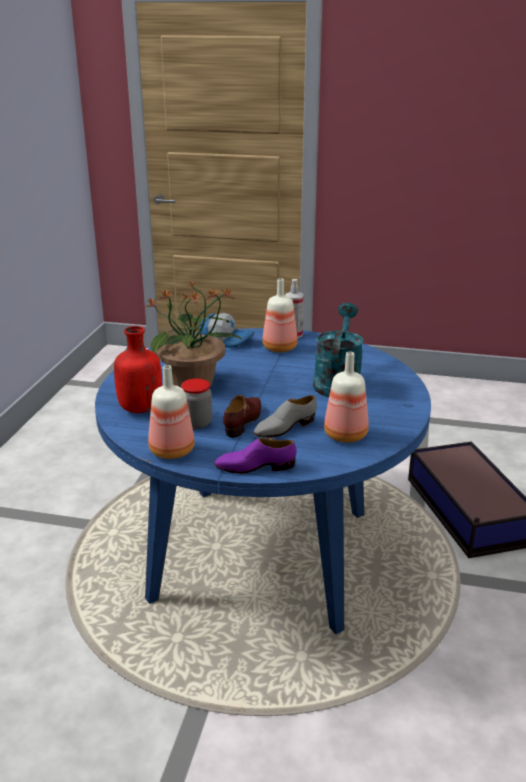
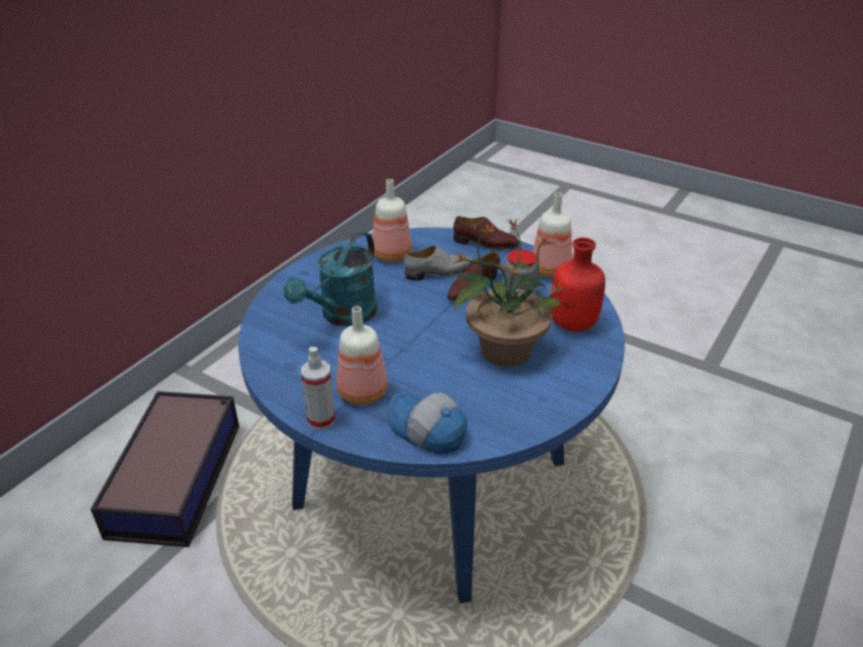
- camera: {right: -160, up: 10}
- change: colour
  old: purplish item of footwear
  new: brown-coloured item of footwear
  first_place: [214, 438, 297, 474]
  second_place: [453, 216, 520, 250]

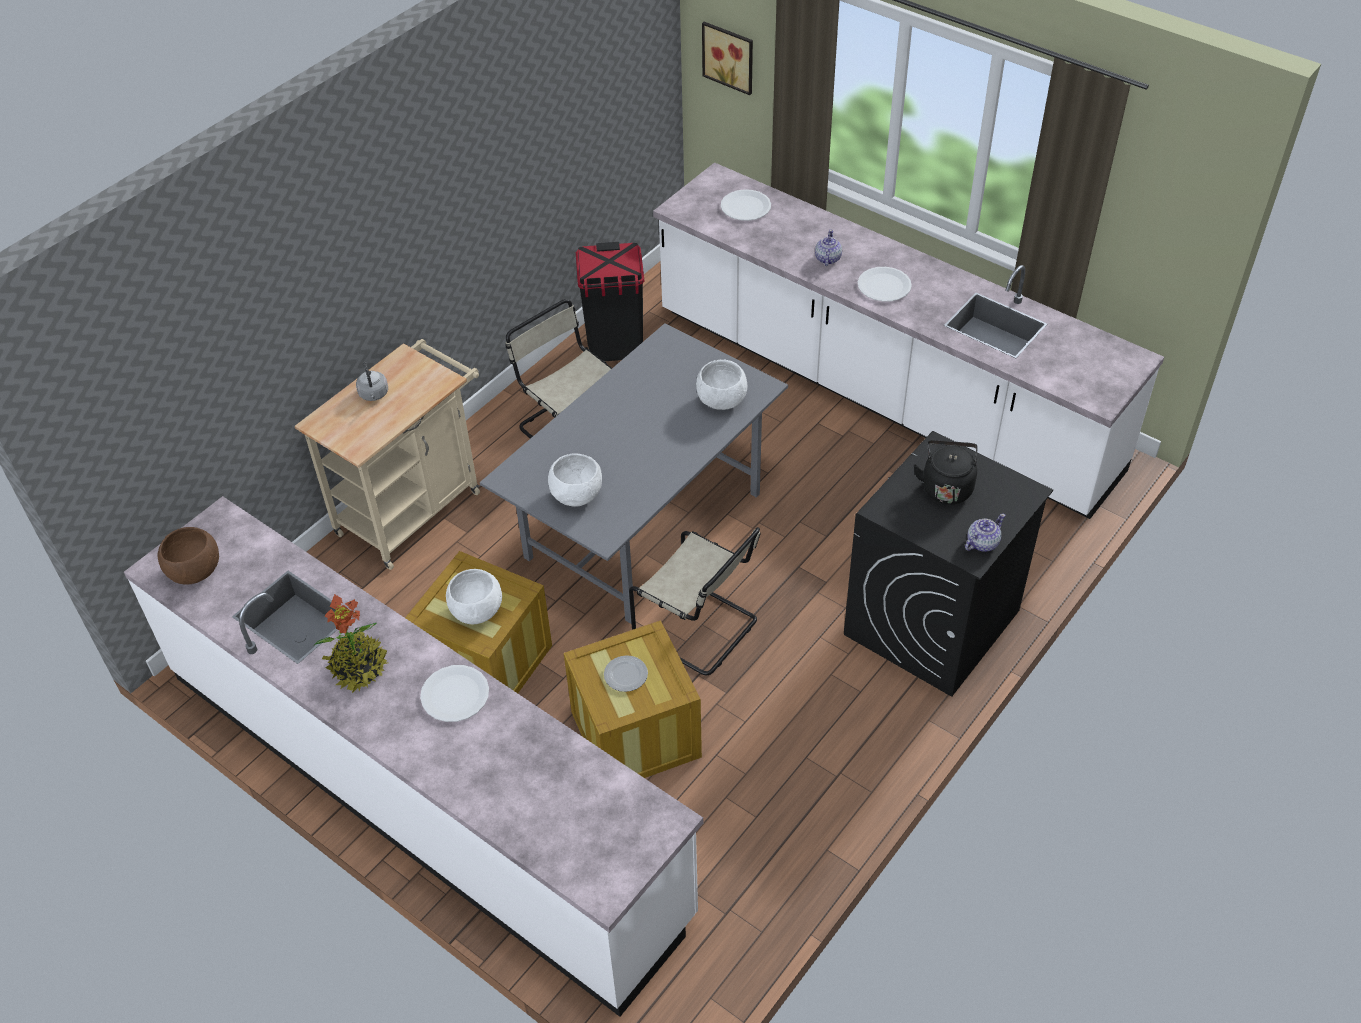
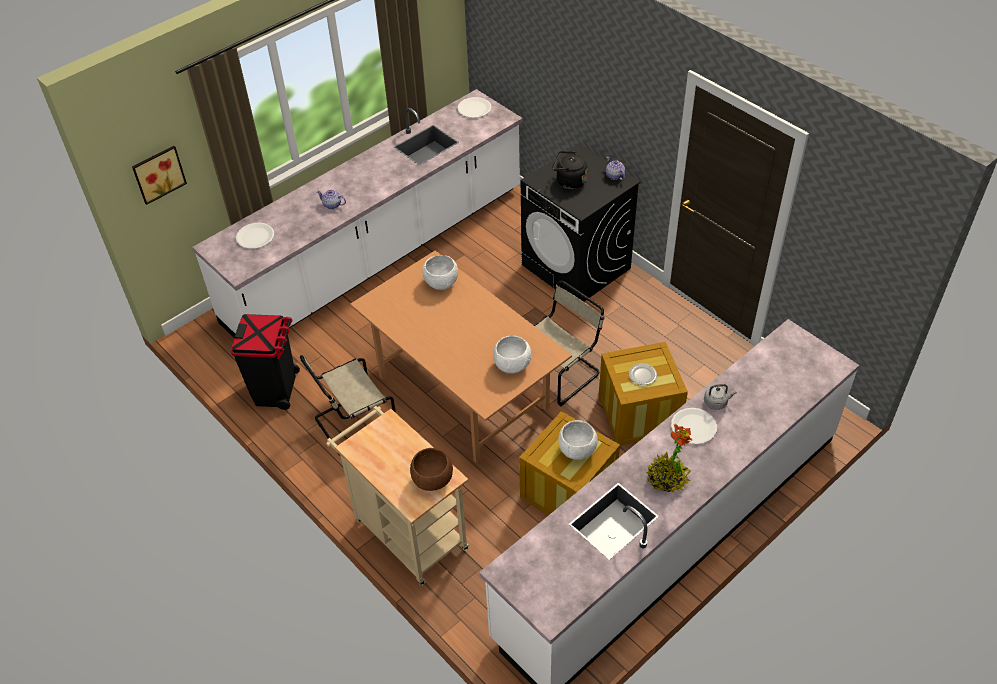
- camera: {right: -80, up: 0}
- change: colour
  old: grey kitchen table
  new: brown-coloured kitchen table
  first_place: [480, 323, 788, 624]
  second_place: [350, 250, 572, 463]
- change: relocated
  old: brown-coloured bowl
  first_place: [157, 527, 219, 585]
  second_place: [410, 448, 453, 491]
- change: relocated
  old: white-coloured dinner plate
  first_place: [857, 267, 912, 302]
  second_place: [458, 97, 491, 118]
- change: relocated
  old: grey water kettle
  first_place: [356, 361, 388, 401]
  second_place: [704, 384, 737, 410]

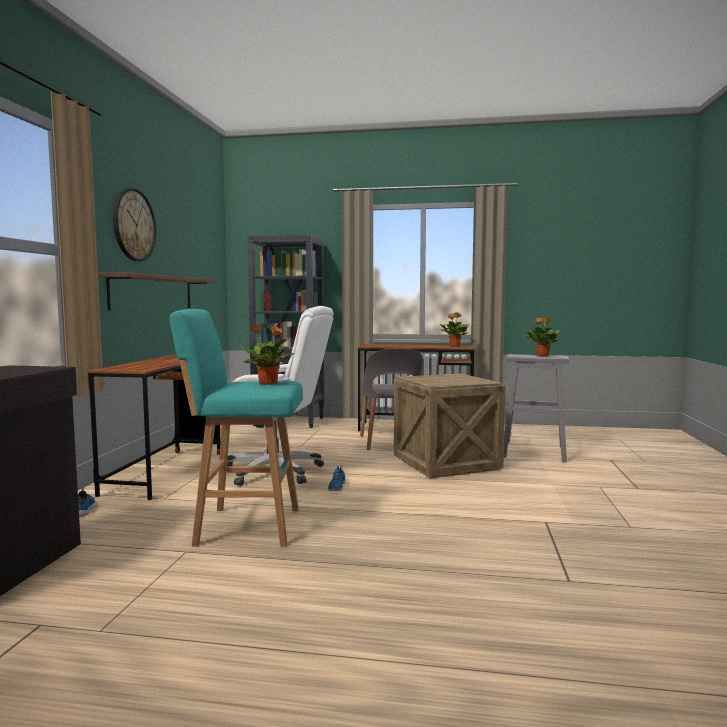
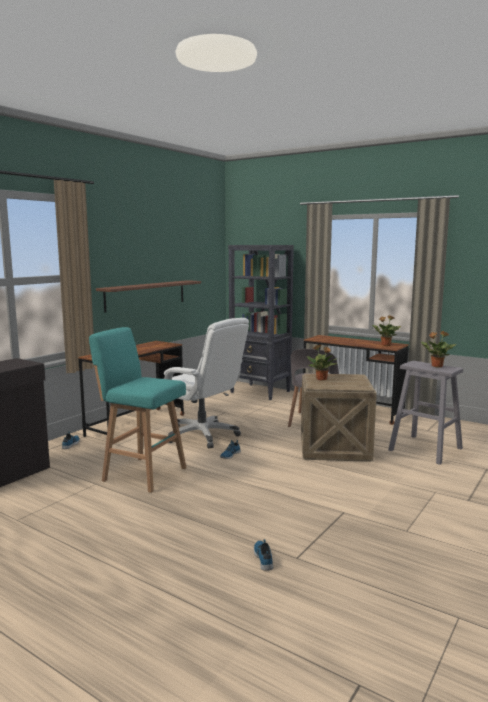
- camera: {right: 25, up: 5}
- change: appeared
  new: item of footwear
  second_place: [254, 539, 273, 571]
- change: relocated
  old: plant in a pot
  first_place: [240, 324, 295, 385]
  second_place: [307, 344, 338, 380]
- change: missing
  old: wall clock
  first_place: [113, 188, 156, 261]

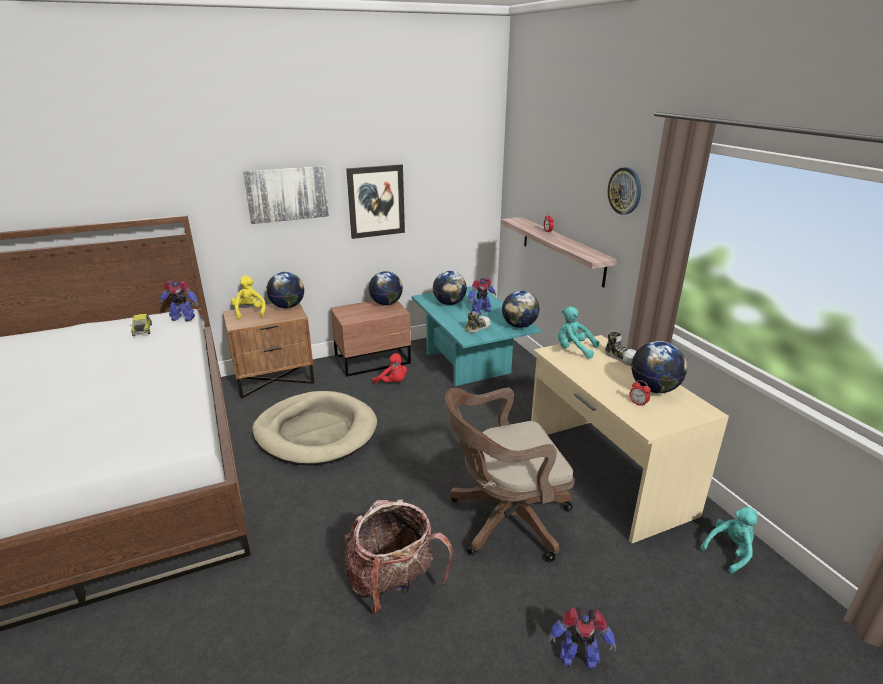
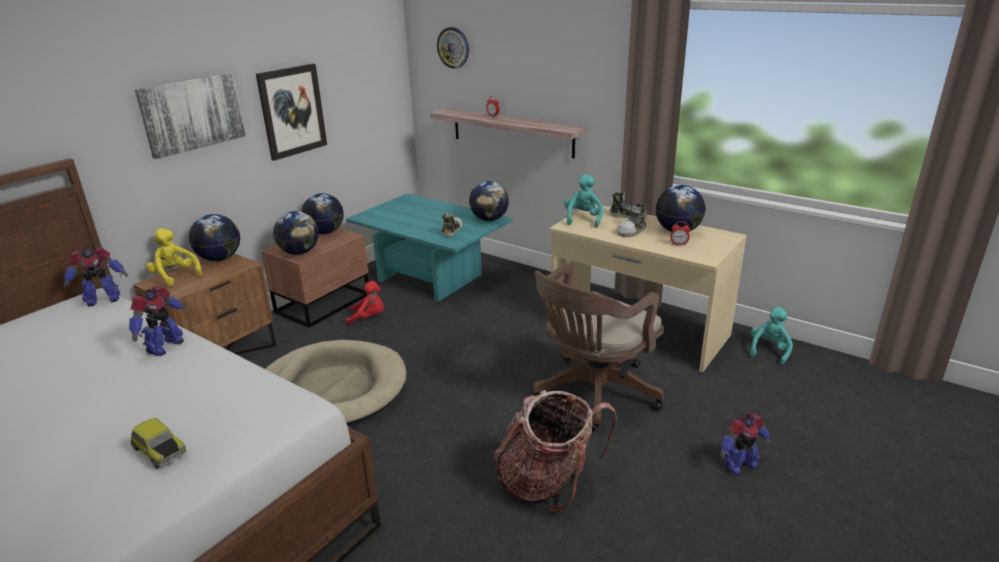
- camera: {right: -30, up: 0}
- change: relocated
  old: model robot
  first_place: [468, 278, 497, 315]
  second_place: [129, 286, 188, 356]
- change: relocated
  old: model car
  first_place: [130, 314, 152, 336]
  second_place: [130, 418, 186, 469]
- change: relocated
  old: globe
  first_place: [433, 271, 467, 305]
  second_place: [273, 211, 319, 255]
- change: relocated
  old: wall clock
  first_place: [608, 167, 641, 215]
  second_place: [437, 27, 469, 69]
- change: spun
  old: turquoise soft toy
  first_place: [558, 307, 599, 358]
  second_place: [564, 174, 603, 228]
  degrees: 105
- change: appeared
  new: item of footwear
  second_place: [617, 204, 646, 237]

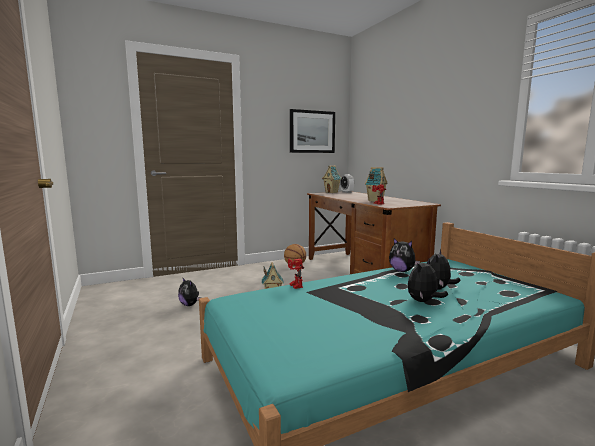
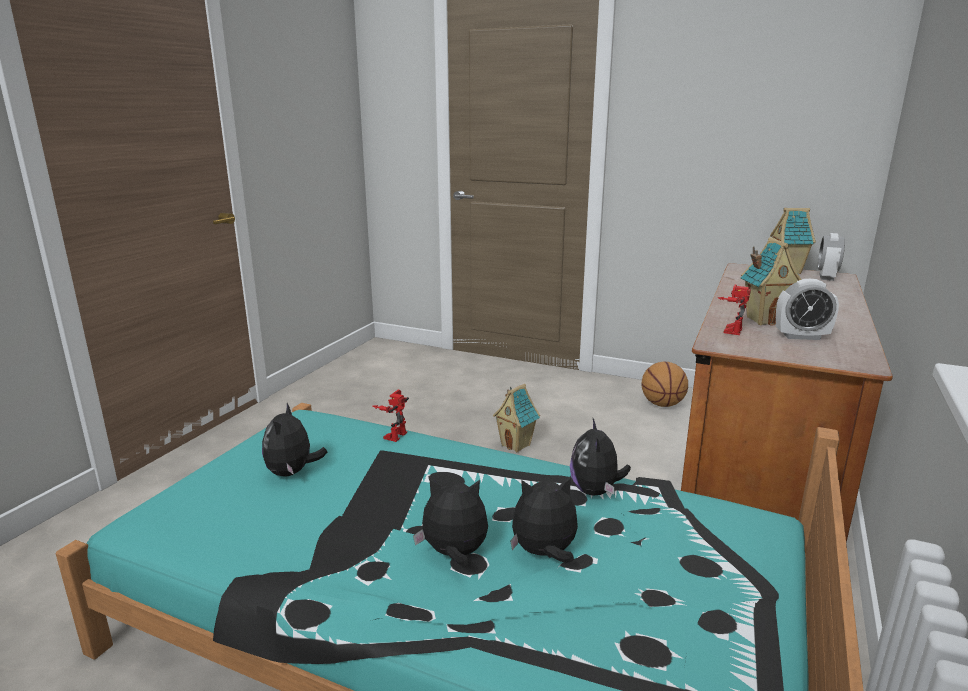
- camera: {right: 50, up: 10}
- change: relocated
  old: soft toy
  first_place: [178, 278, 201, 306]
  second_place: [262, 403, 327, 477]
- change: appeared
  new: table clock
  second_place: [776, 279, 839, 340]
- change: missing
  old: wall art
  first_place: [290, 109, 335, 153]

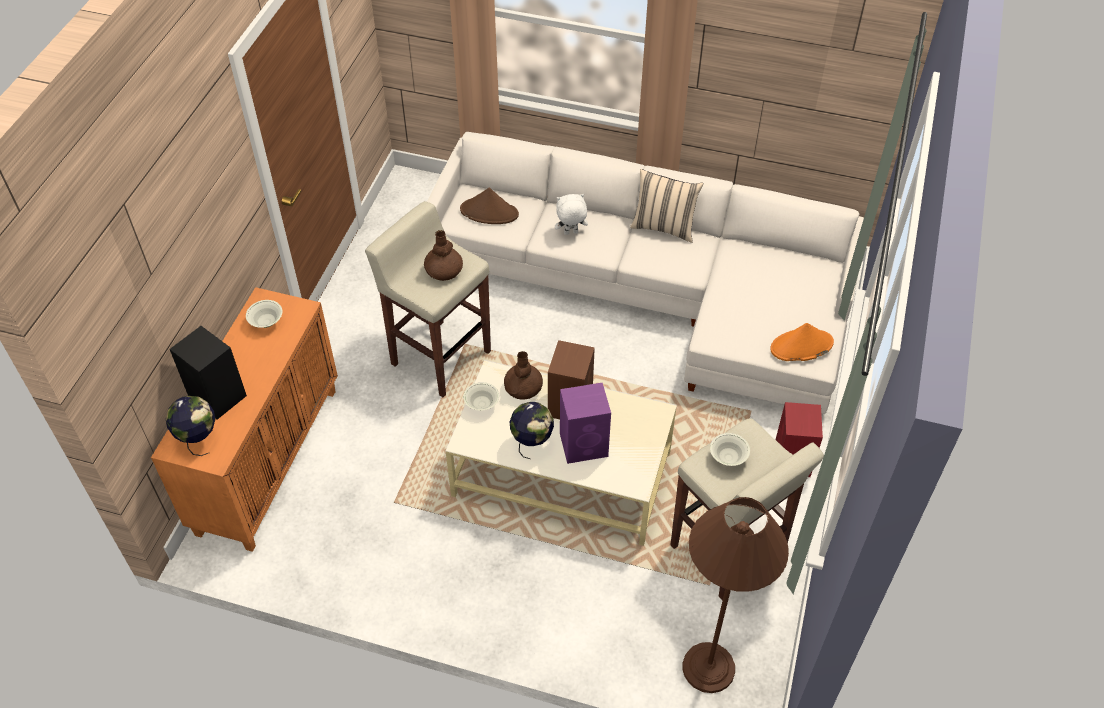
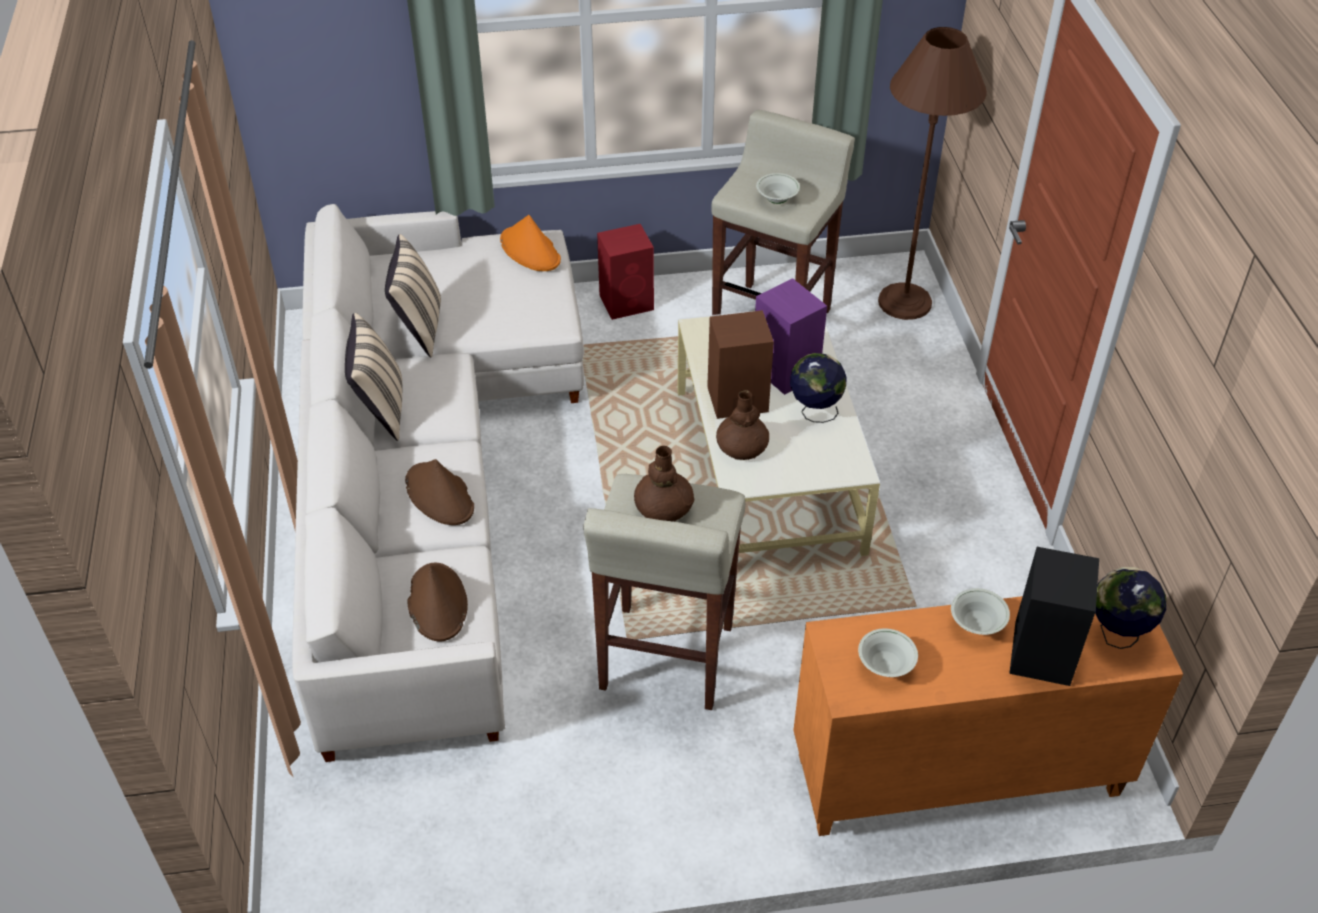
- camera: {right: -115, up: -5}
- change: appeared
  new: sand-coloured cushion
  second_place: [385, 234, 441, 358]
- change: exchanged
  old: white-coloured soft toy
  new: brown-coloured hat
  first_place: [555, 194, 588, 235]
  second_place: [405, 459, 474, 525]
- change: relocated
  old: white-coloured bowl
  first_place: [463, 382, 499, 411]
  second_place: [951, 588, 1010, 635]

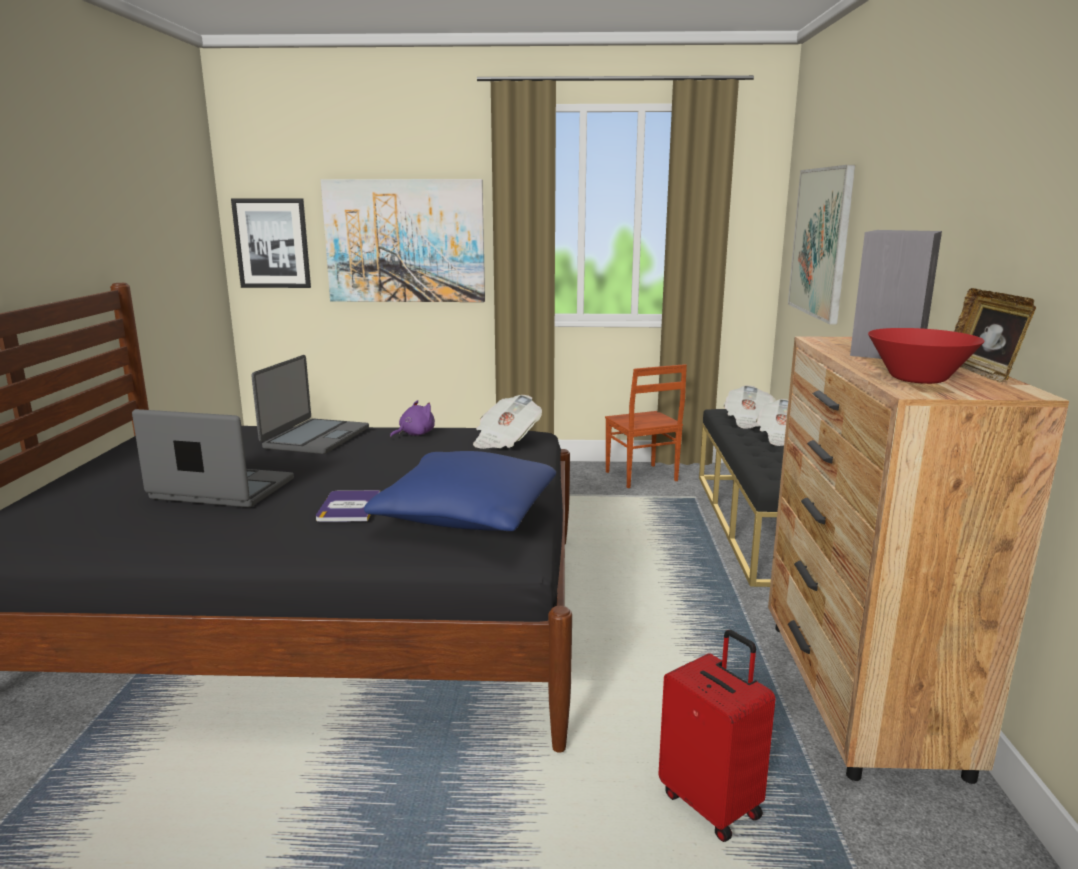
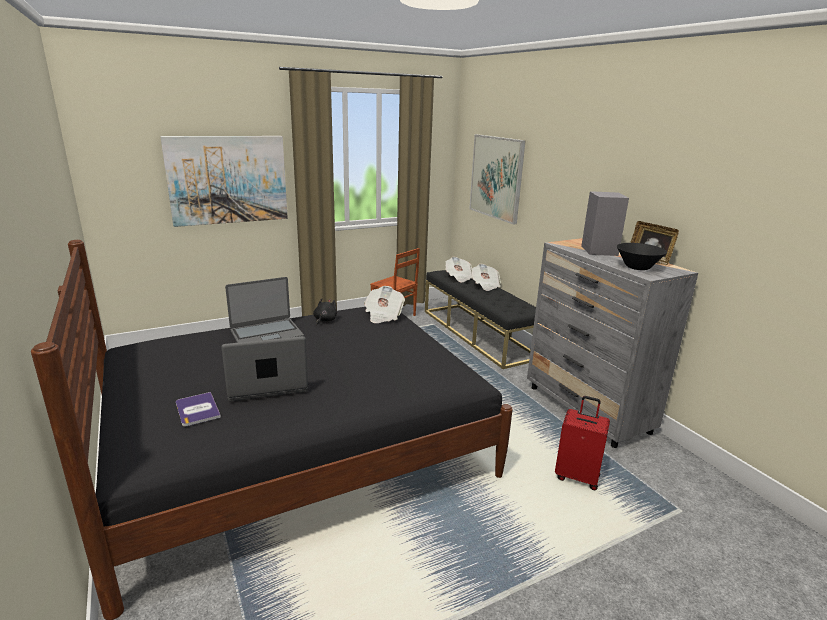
- camera: {right: -30, up: 5}
- change: relocated
  old: volume
  first_place: [316, 490, 380, 522]
  second_place: [176, 392, 221, 426]
- change: spun
  old: laptop
  first_place: [251, 355, 369, 454]
  second_place: [225, 277, 304, 343]
  degrees: 75
- change: colour
  old: purplish soft toy
  new: black soft toy
  first_place: [390, 400, 435, 438]
  second_place: [313, 299, 337, 326]
- change: colour
  old: brown-coloured drawer chest
  new: grey drawer chest
  first_place: [768, 336, 1069, 784]
  second_place: [527, 238, 698, 448]
- change: colour
  old: reddish bowl
  new: black bowl
  first_place: [868, 328, 985, 384]
  second_place: [617, 243, 667, 270]
- change: missing
  old: wall art
  first_place: [231, 199, 311, 288]
- change: missing
  old: blue-coloured cushion
  first_place: [364, 451, 556, 531]

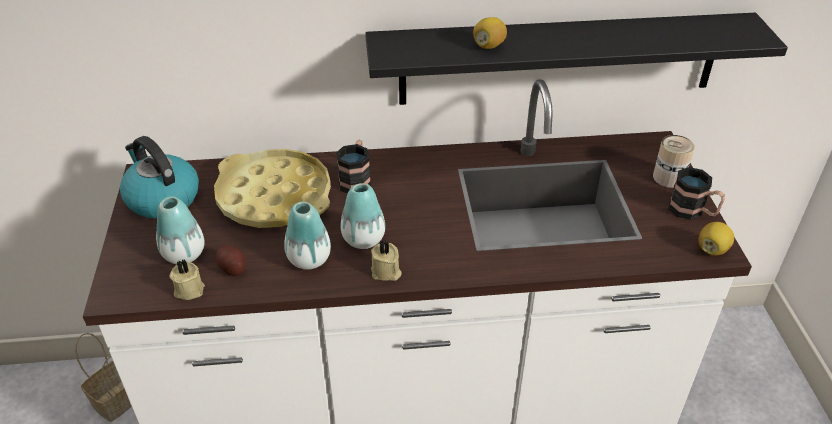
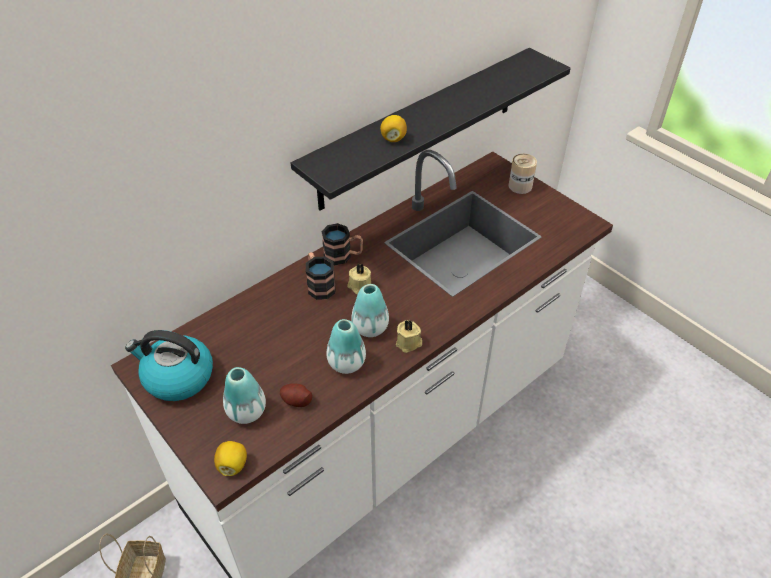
- camera: {right: -35, up: 5}
- change: relocated
  old: lemon
  first_place: [699, 222, 734, 256]
  second_place: [214, 441, 247, 476]
- change: relocated
  old: coffee mug
  first_place: [668, 167, 725, 220]
  second_place: [322, 223, 363, 265]
- change: relocated
  old: sand-coloured candle
  first_place: [169, 259, 205, 300]
  second_place: [347, 263, 371, 294]
- change: missing
  old: yellow tray
  first_place: [214, 149, 331, 228]

